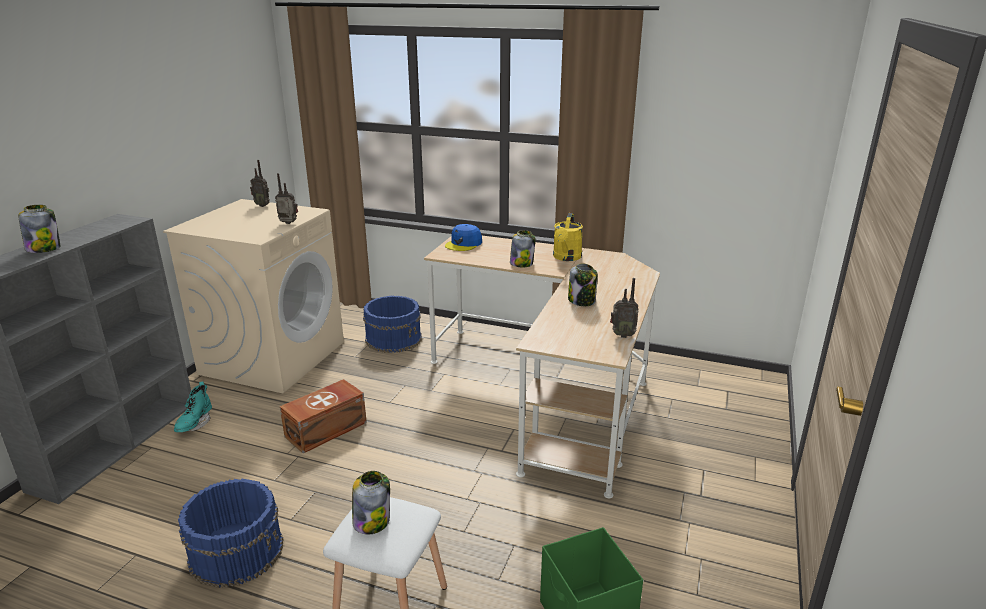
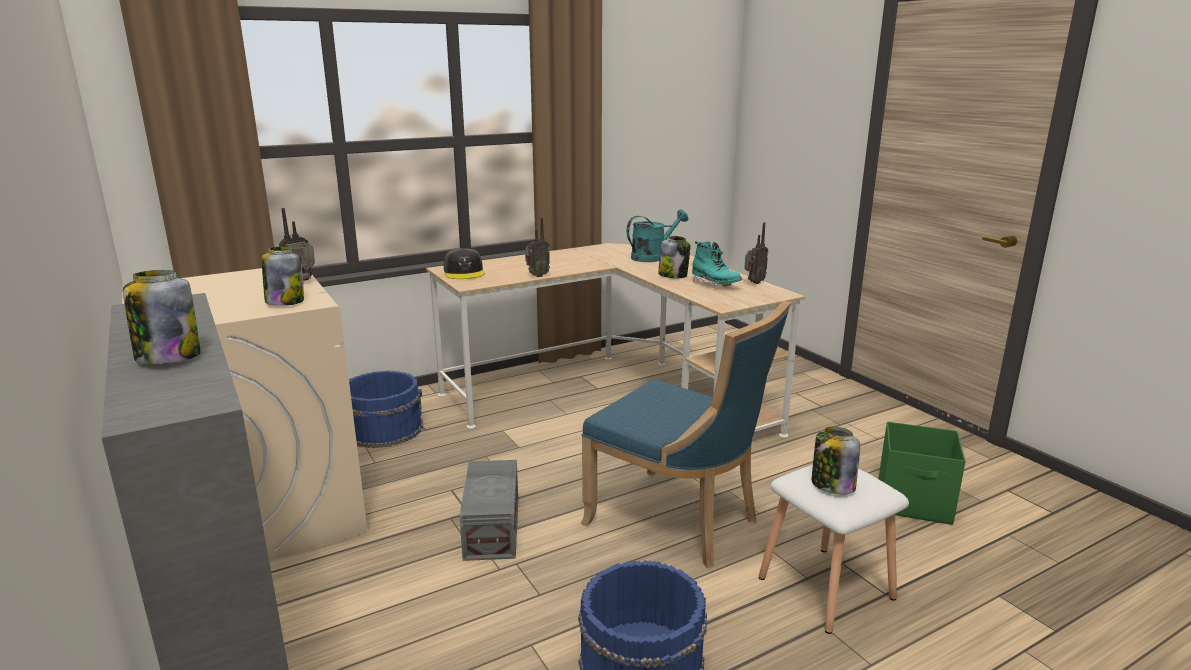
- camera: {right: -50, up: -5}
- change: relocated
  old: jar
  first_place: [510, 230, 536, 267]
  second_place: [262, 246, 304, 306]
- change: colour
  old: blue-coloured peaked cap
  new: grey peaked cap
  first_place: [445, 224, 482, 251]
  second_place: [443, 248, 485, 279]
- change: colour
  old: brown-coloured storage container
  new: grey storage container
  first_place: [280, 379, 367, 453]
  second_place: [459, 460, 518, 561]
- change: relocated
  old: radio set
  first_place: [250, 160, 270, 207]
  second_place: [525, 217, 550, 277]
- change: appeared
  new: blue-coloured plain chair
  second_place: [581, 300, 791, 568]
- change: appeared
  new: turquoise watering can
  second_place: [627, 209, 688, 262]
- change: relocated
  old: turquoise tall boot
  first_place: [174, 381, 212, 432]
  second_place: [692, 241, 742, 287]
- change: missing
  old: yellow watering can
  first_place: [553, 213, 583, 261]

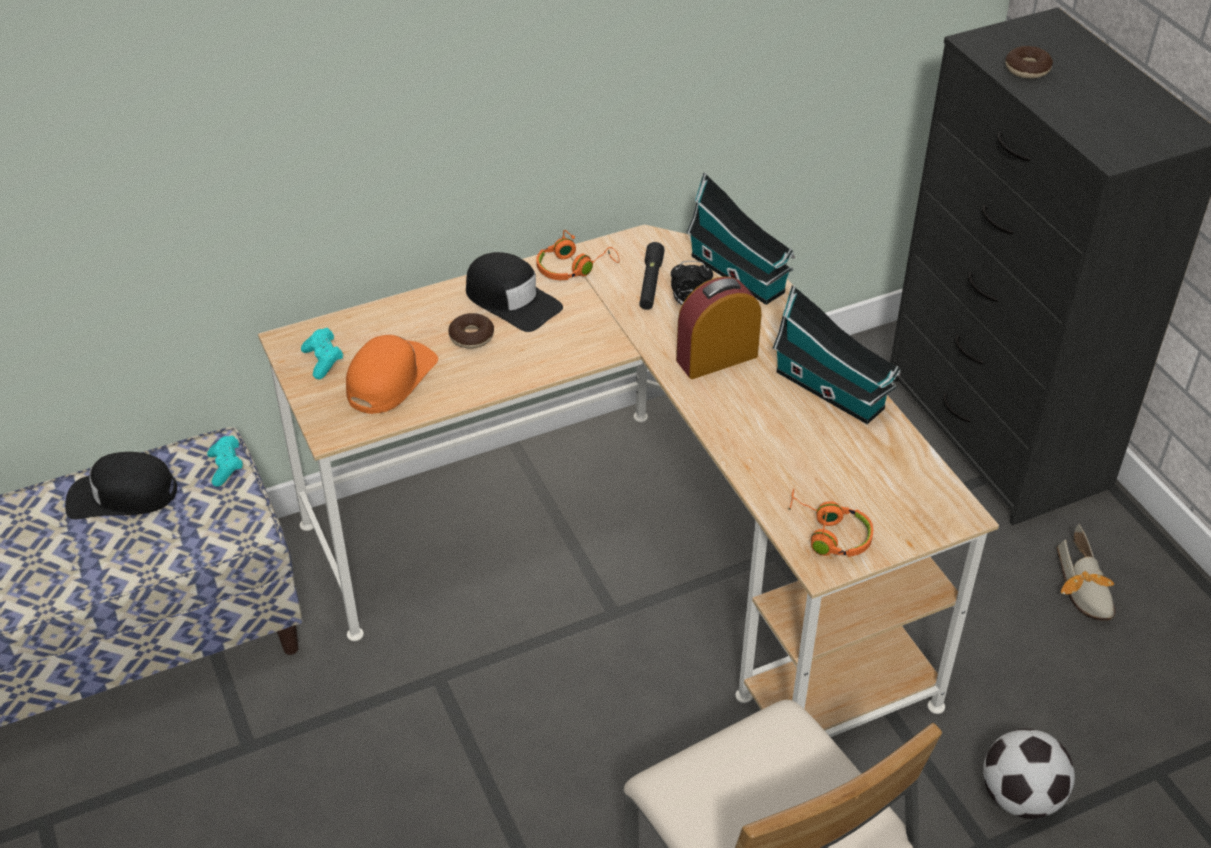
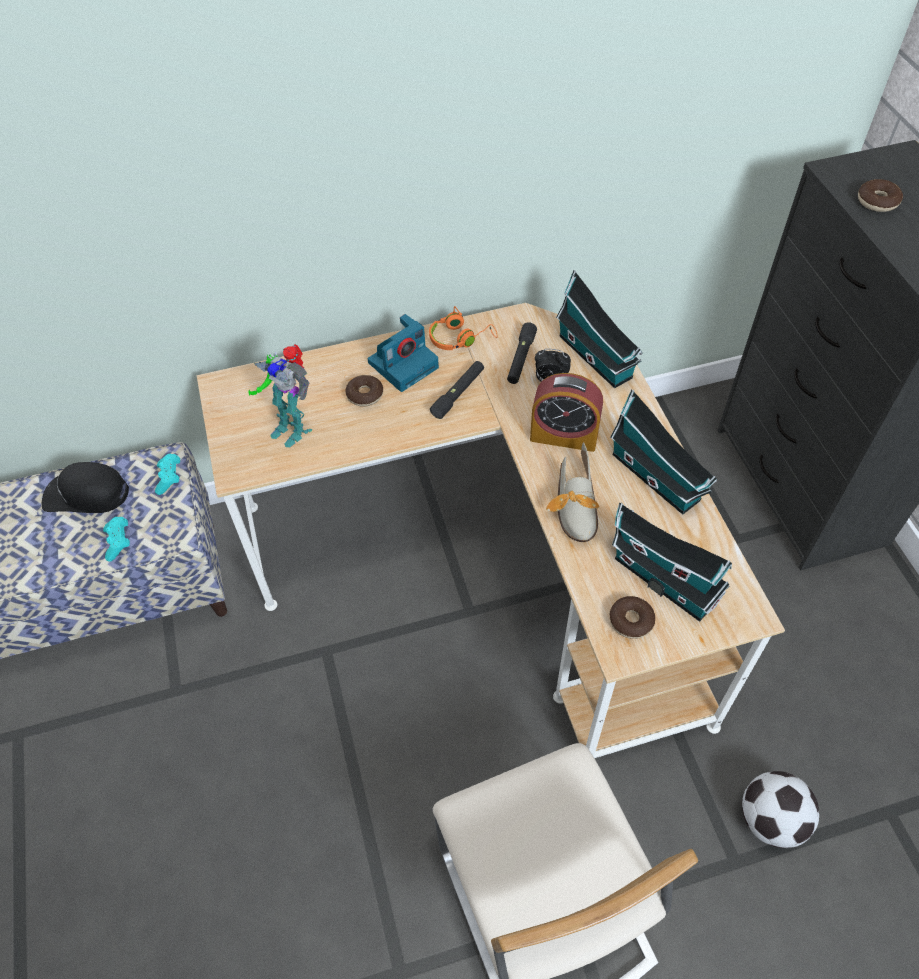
- camera: {right: 10, up: 10}
- change: relocated
  old: turquoise game controller
  first_place: [301, 328, 343, 379]
  second_place: [103, 517, 130, 562]
- change: exchanged
  old: orangey peaked cap
  new: model robot
  first_place: [346, 335, 438, 414]
  second_place: [248, 344, 312, 447]
- change: exchanged
  old: black peaked cap
  new: still camera
  first_place: [466, 252, 563, 332]
  second_place: [368, 314, 439, 392]
- change: appeared
  new: black torch
  second_place: [430, 361, 484, 419]
- change: spun
  old: table clock
  first_place: [676, 276, 761, 379]
  second_place: [530, 373, 603, 452]
  degrees: -150
- change: relocated
  old: item of footwear
  first_place: [1057, 524, 1115, 621]
  second_place: [546, 442, 599, 542]
- change: exchanged
  old: orangey pair of headphones
  new: ring doughnut
  first_place: [789, 489, 873, 557]
  second_place: [609, 596, 655, 639]
- change: appeared
  new: miniature house
  second_place: [612, 502, 732, 622]

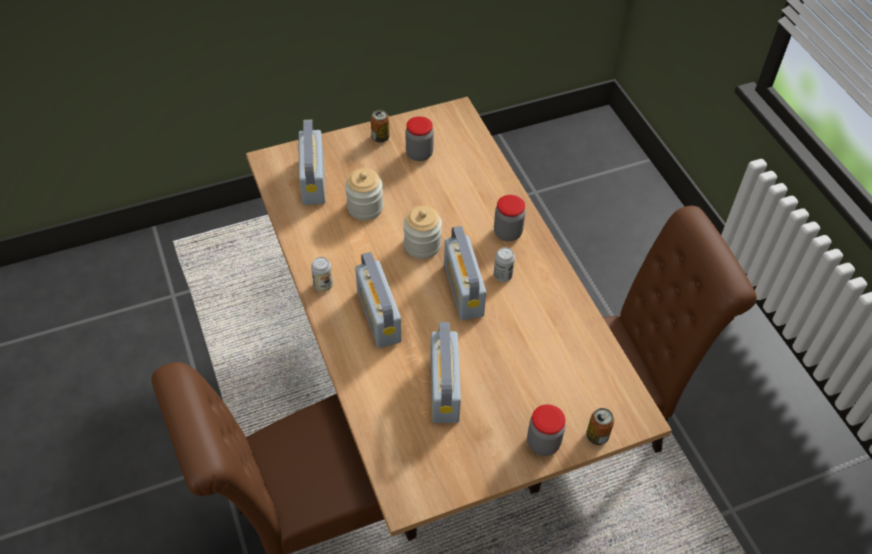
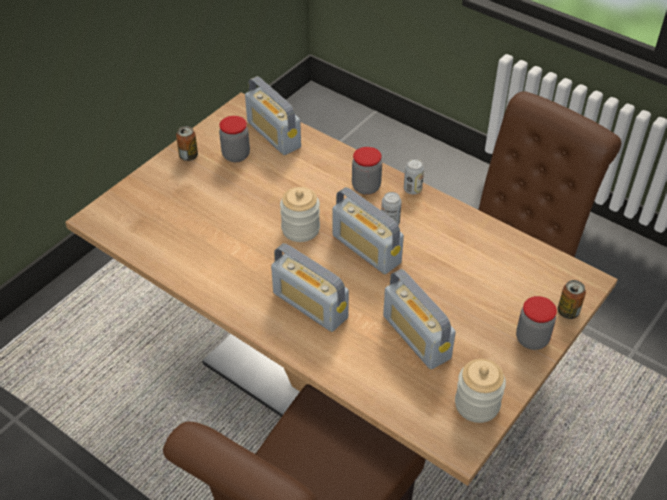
- camera: {right: -30, up: -5}
- change: relocated
  old: radio set
  first_place: [298, 119, 325, 205]
  second_place: [245, 76, 301, 155]
- change: relocated
  old: metal can
  first_place: [311, 257, 333, 292]
  second_place: [404, 159, 424, 194]
- change: relocated
  old: jar
  first_place: [345, 169, 383, 220]
  second_place: [455, 359, 506, 423]

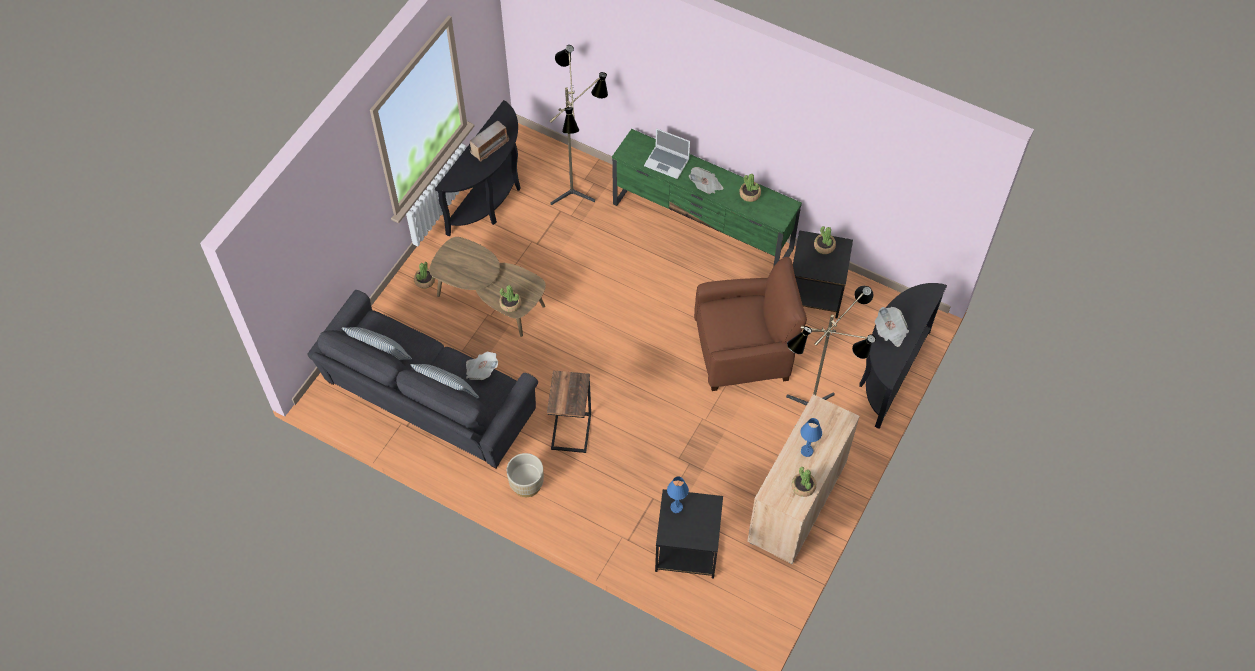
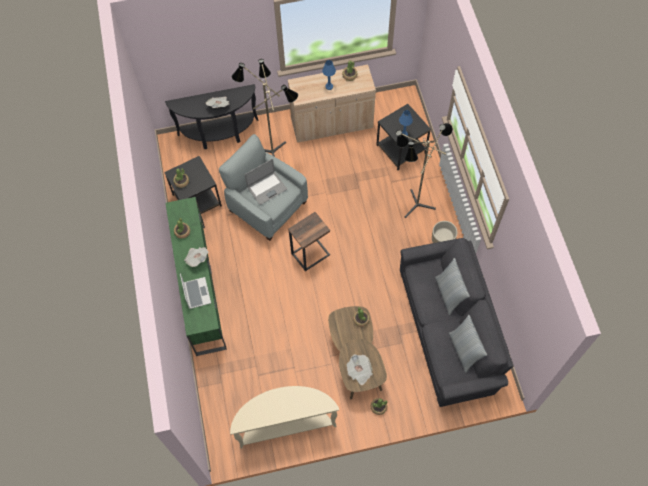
- camera: {right: -130, up: 5}
- change: colour
  old: brown-coloured armchair
  new: grey armchair
  first_place: [694, 257, 807, 391]
  second_place: [219, 134, 308, 241]
- change: colour
  old: black narrow table
  new: sand-coloured narrow table
  first_place: [435, 100, 521, 237]
  second_place: [230, 386, 339, 448]
- change: appeared
  new: laptop
  second_place: [245, 159, 287, 205]
- change: relocated
  old: end table
  first_place: [547, 370, 591, 453]
  second_place: [288, 212, 330, 271]
- change: relocated
  old: daily paper
  first_place: [466, 351, 498, 380]
  second_place: [347, 354, 373, 385]
- change: relocated
  old: floor lamp
  first_place: [550, 45, 608, 205]
  second_place: [396, 123, 453, 218]
- change: missing
  old: radio set
  first_place: [470, 121, 509, 162]

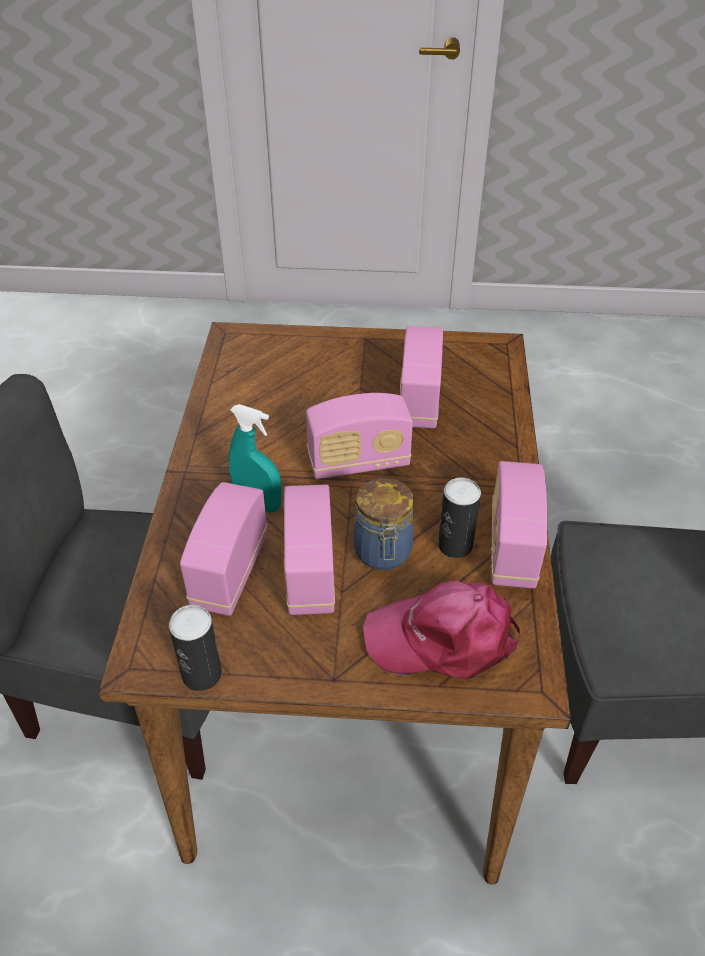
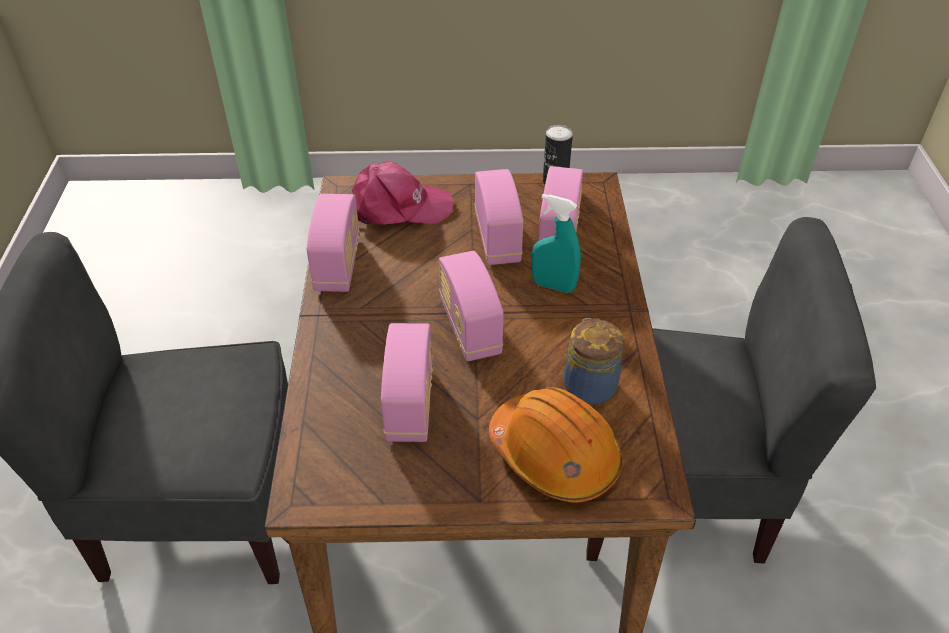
- camera: {right: 175, up: 0}
- change: spun
  old: radio set
  first_place: [306, 393, 413, 479]
  second_place: [439, 251, 504, 361]
  degrees: -90
- change: appeared
  new: orangey work helmet
  second_place: [489, 387, 623, 503]
- change: relocated
  old: jar
  first_place: [354, 478, 414, 570]
  second_place: [564, 318, 624, 405]
- change: missing
  old: metal can
  first_place: [438, 478, 481, 558]

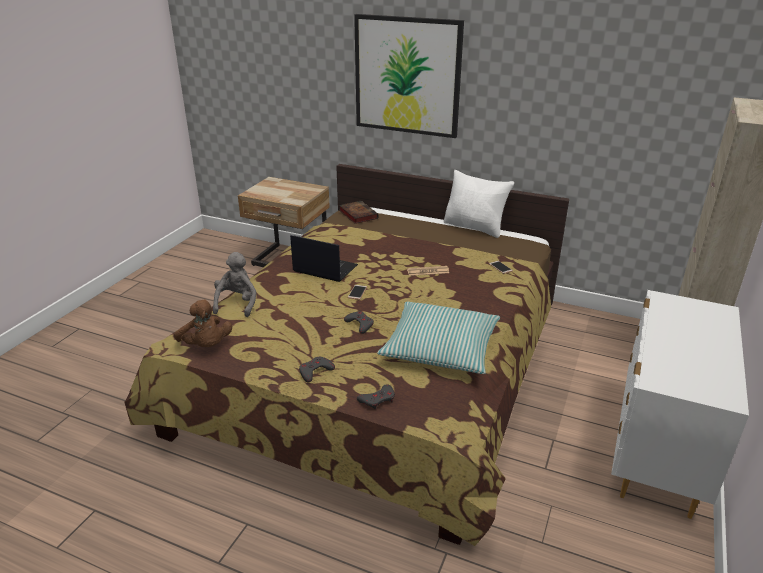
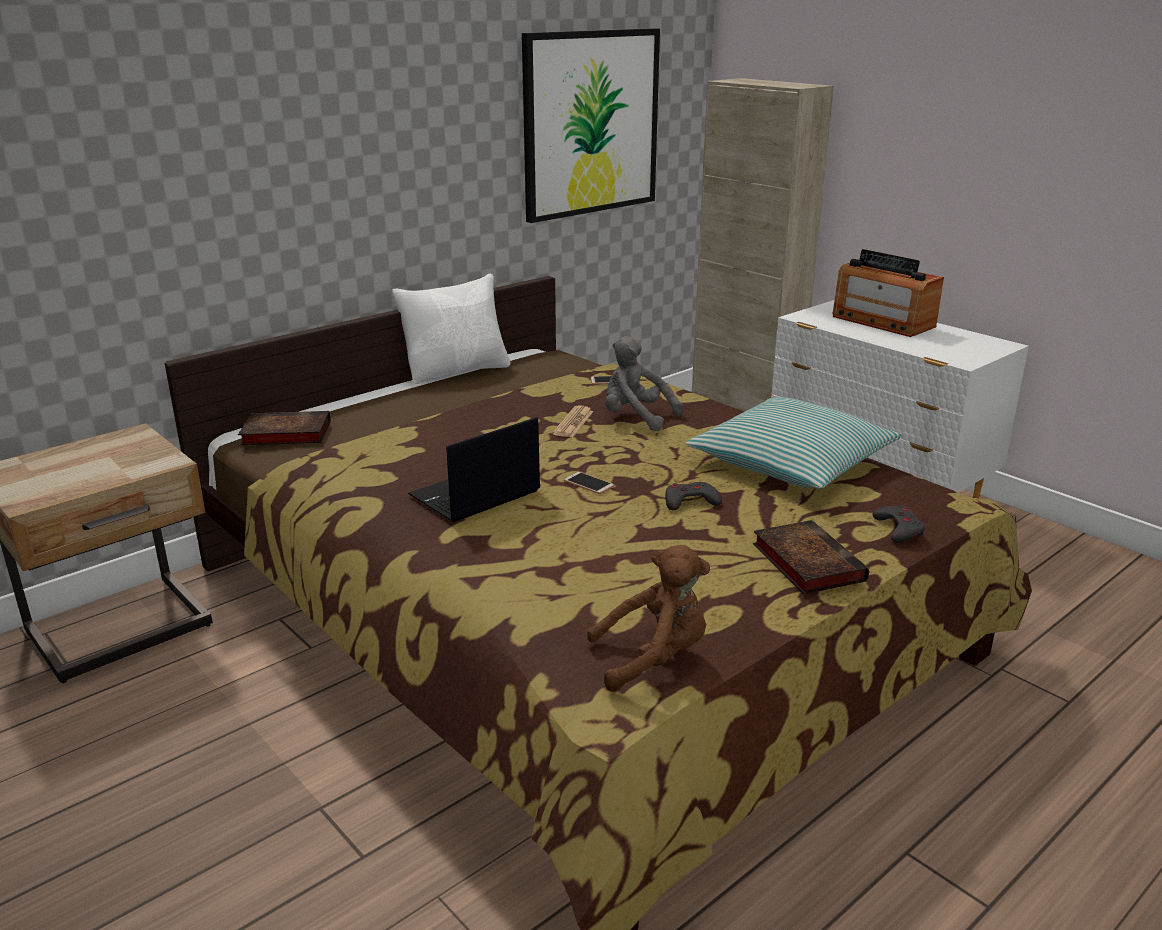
- camera: {right: -65, up: -5}
- change: relocated
  old: wall art
  first_place: [354, 14, 464, 138]
  second_place: [522, 28, 660, 223]
- change: relocated
  old: grey soft toy
  first_place: [213, 252, 257, 317]
  second_place: [605, 336, 683, 431]
- change: exchanged
  old: grey game controller
  new: volume
  first_place: [299, 357, 335, 383]
  second_place: [753, 520, 869, 594]
- change: appeared
  new: radio set
  second_place: [832, 249, 944, 337]

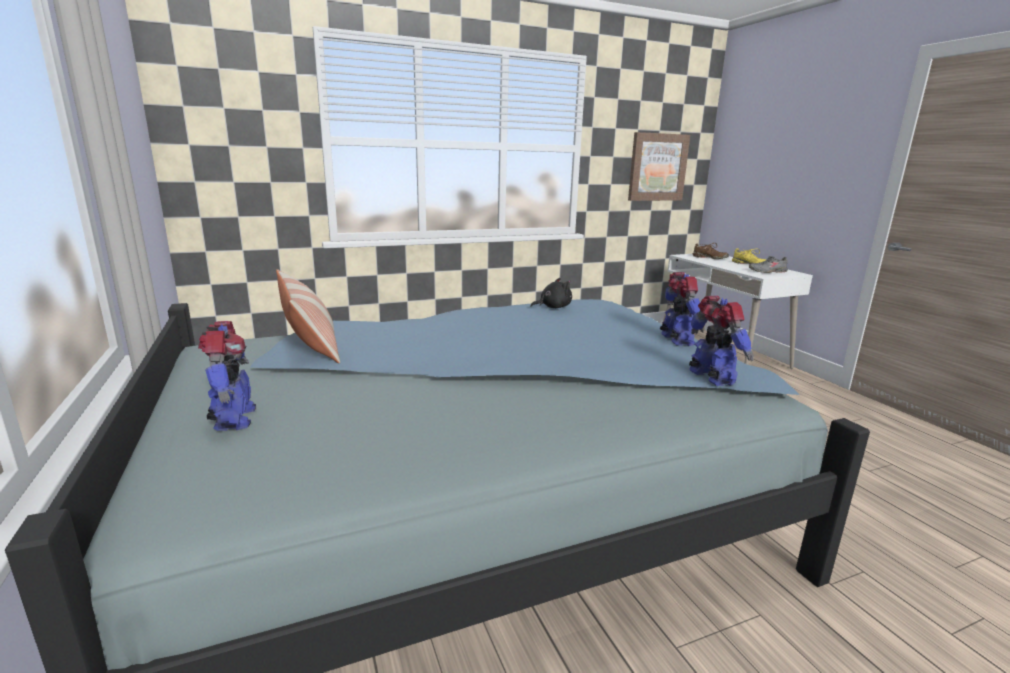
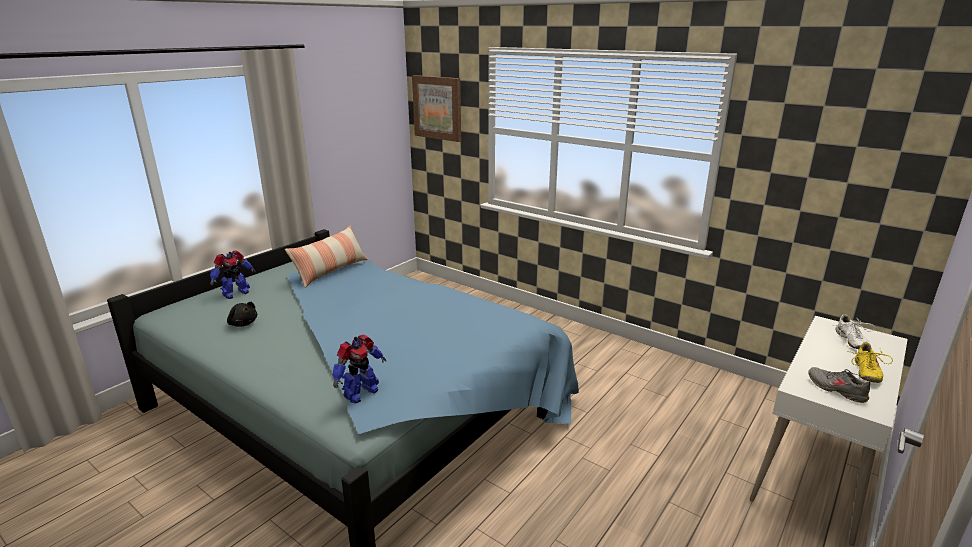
- camera: {right: 60, up: 5}
- change: relocated
  old: black soft toy
  first_place: [530, 278, 572, 308]
  second_place: [227, 302, 257, 327]
- change: relocated
  old: wall art
  first_place: [628, 132, 690, 201]
  second_place: [412, 75, 461, 142]
- change: colour
  old: brown-coloured item of footwear
  new: white-coloured item of footwear
  first_place: [693, 243, 729, 259]
  second_place: [832, 314, 874, 349]
- change: missing
  old: model robot
  first_place: [660, 272, 700, 346]

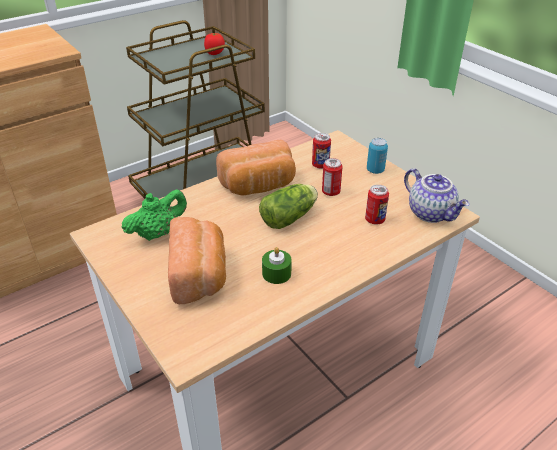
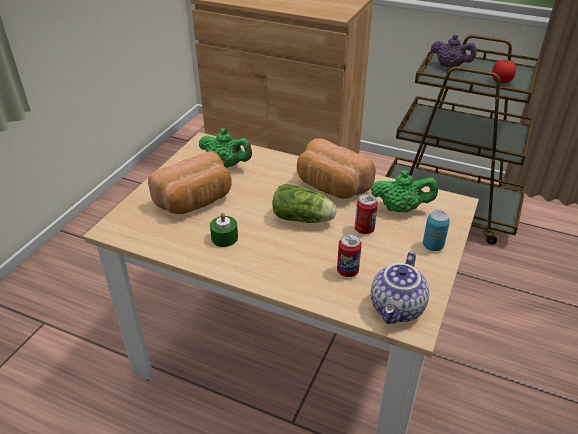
- camera: {right: 60, up: 0}
- change: exchanged
  old: metal can
  new: greenish pot for tea
  first_place: [312, 133, 331, 169]
  second_place: [371, 170, 438, 213]
- change: appeared
  new: purplish pot for tea
  second_place: [431, 35, 476, 68]

